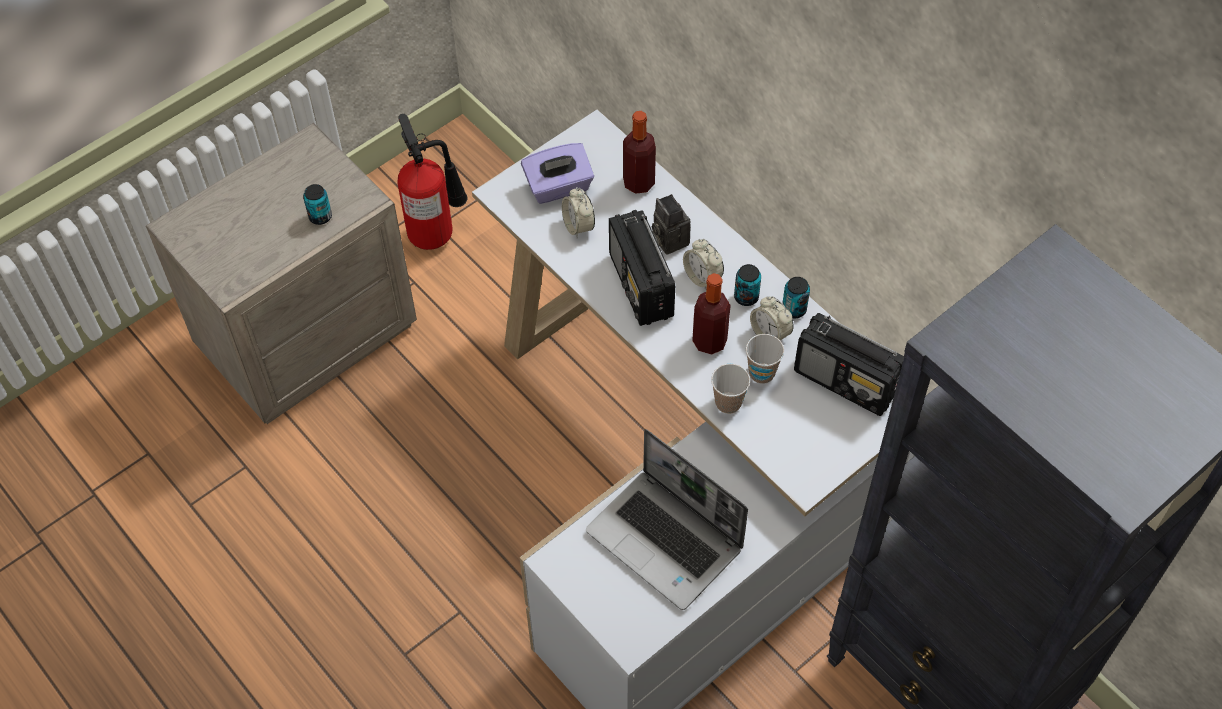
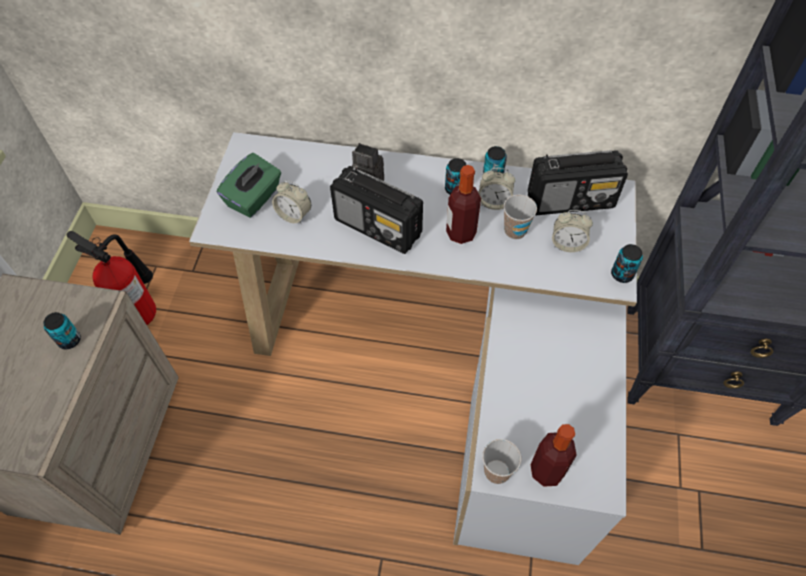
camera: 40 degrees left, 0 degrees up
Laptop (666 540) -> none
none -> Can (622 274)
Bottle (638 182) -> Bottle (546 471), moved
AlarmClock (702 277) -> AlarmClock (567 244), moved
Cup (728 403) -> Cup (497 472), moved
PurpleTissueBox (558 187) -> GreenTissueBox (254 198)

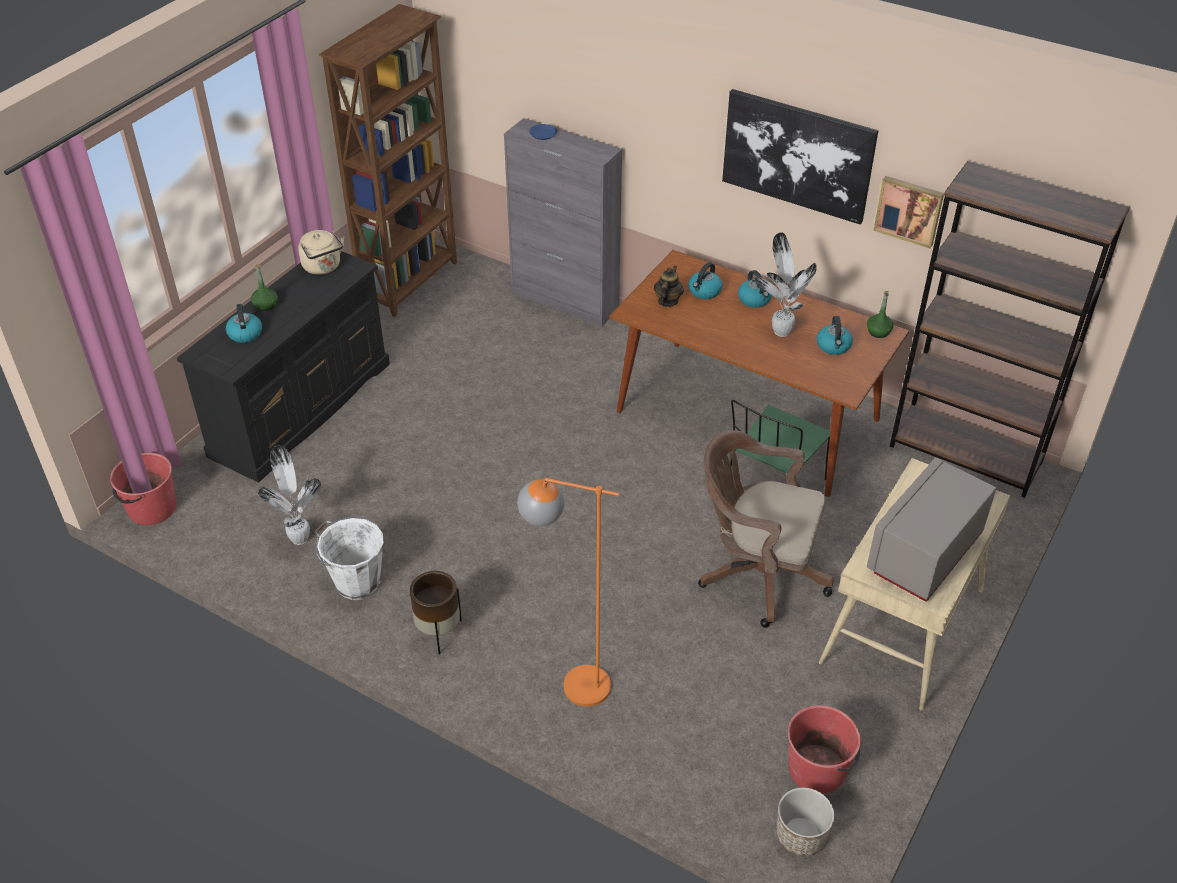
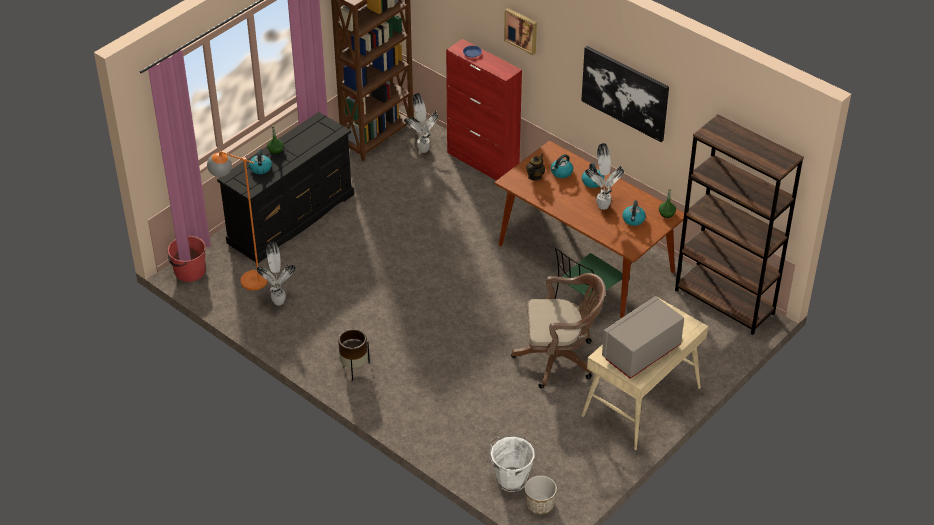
camera: 10 degrees right, 0 degrees up
BeigeKettle (323 267) -> none
RedBucket (817 769) -> none
none -> PottedPlant (423 149)
WhiteBucket (356 582) -> WhiteBucket (510 479), moved
OrangeFloorLamp (570 683) -> OrangeFloorLamp (245 278), moved
Picture (909 210) -> Picture (521 30), moved
GreyCabinet (565 301) -> RedCabinet (483 163)
BrownOfficeChair (756 573) -> BrownOfficeChair (560 359), 150 degrees clockwise

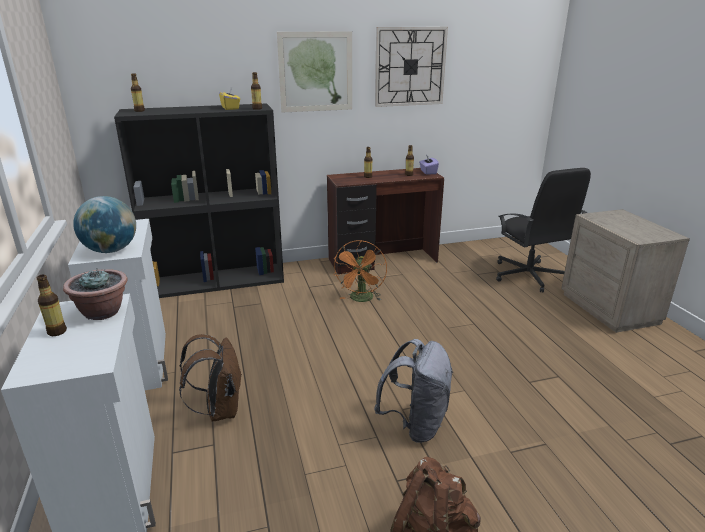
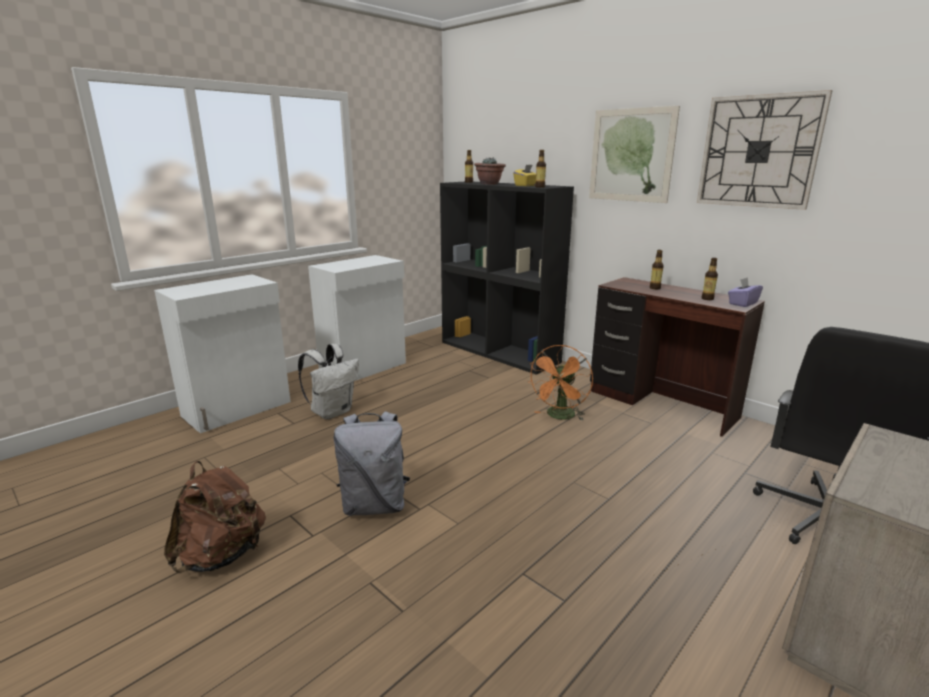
camera: 60 degrees right, 5 degrees down
Bottle (57 332) -> none
Globe (111 250) -> none
PottedPlant (103 312) -> PottedPlant (489 184), moved
BrownBackpack (220 410) -> WhiteBackpack (332 412)
OrangeFan (361 299) -> OrangeFan (559 416), 45 degrees counterclockwise

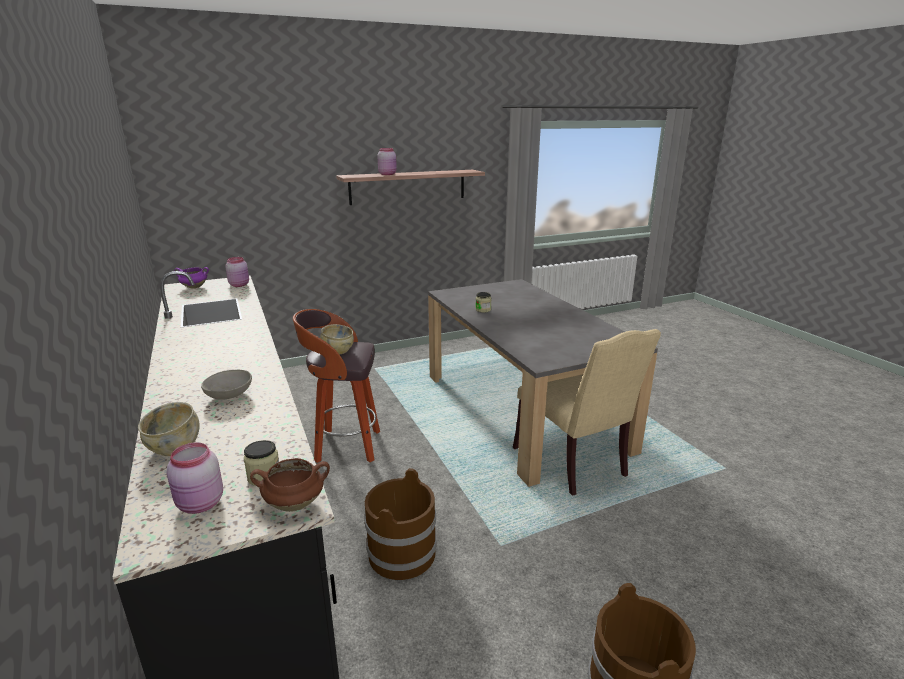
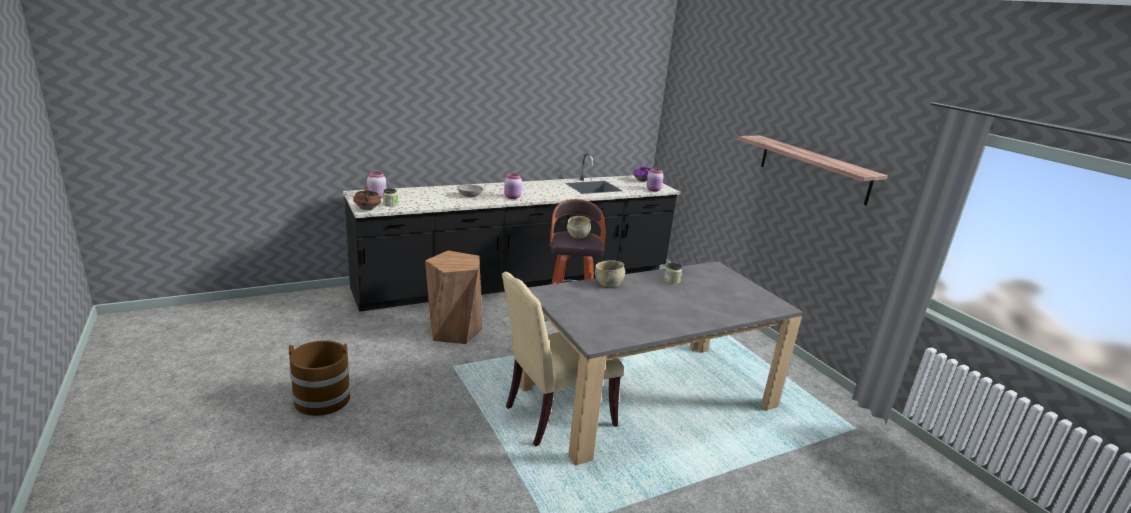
camera: 85 degrees right, 0 degrees up
BeigeBowl (174 447) -> BeigeBowl (608 283), moved
PinkJar (388 174) -> PinkJar (512 197), moved
BrownBucket (402 553) -> BrownStool (454 331)

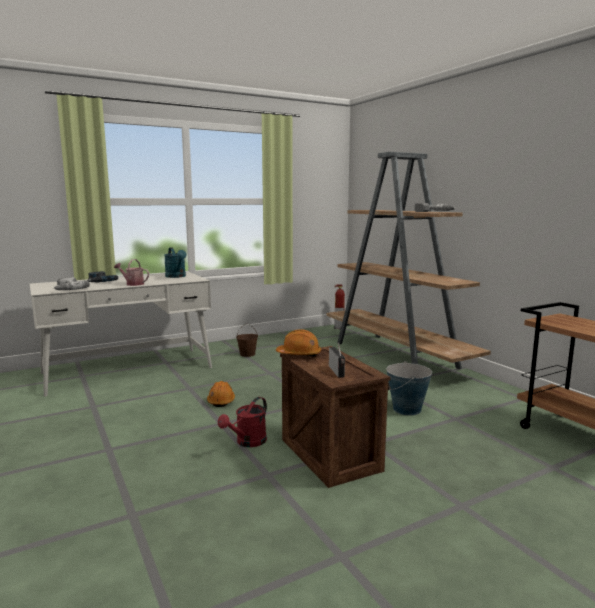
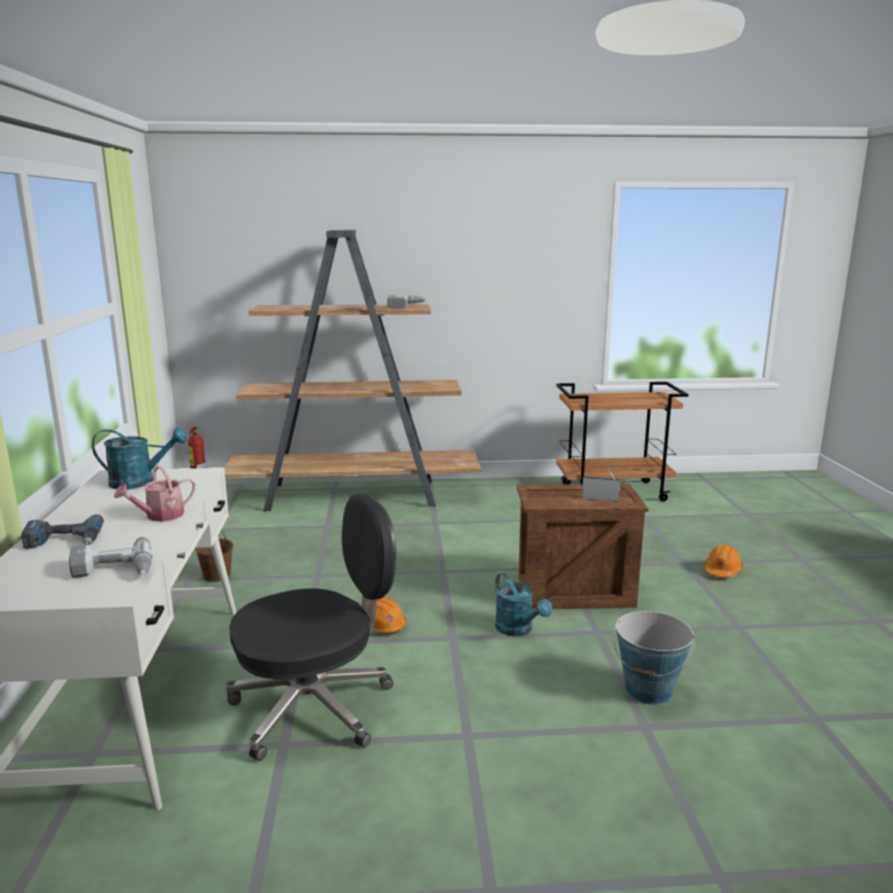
camera: 65 degrees left, 5 degrees up
none -> BlackOfficeChair (315 707)
OrangeHardHat (299 354) -> OrangeHardHat (722 571), moved
Bucket (407 409) -> Bucket (649 690), moved
RedWateringCan (247 442) -> TurquoiseWateringCan (518 630)

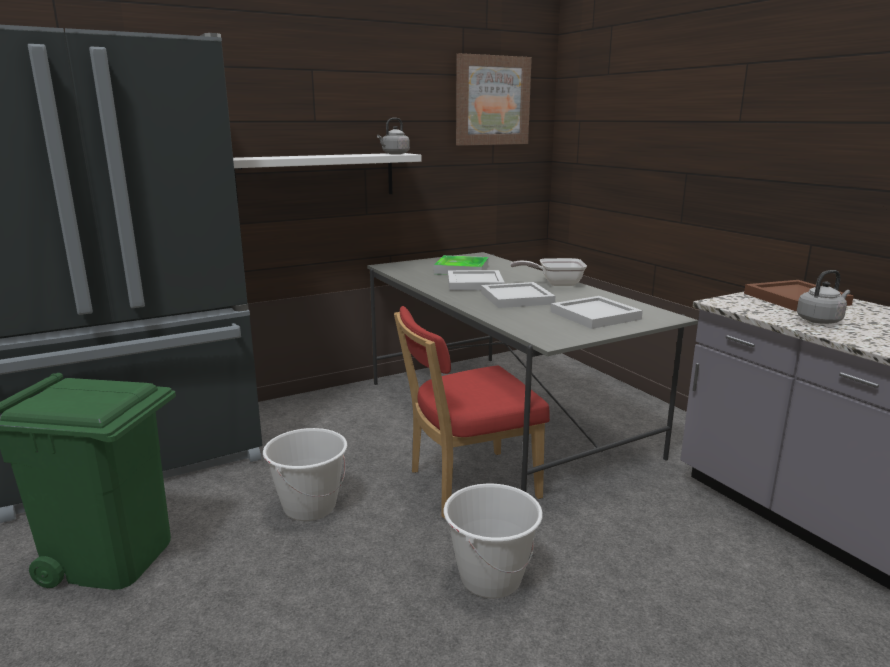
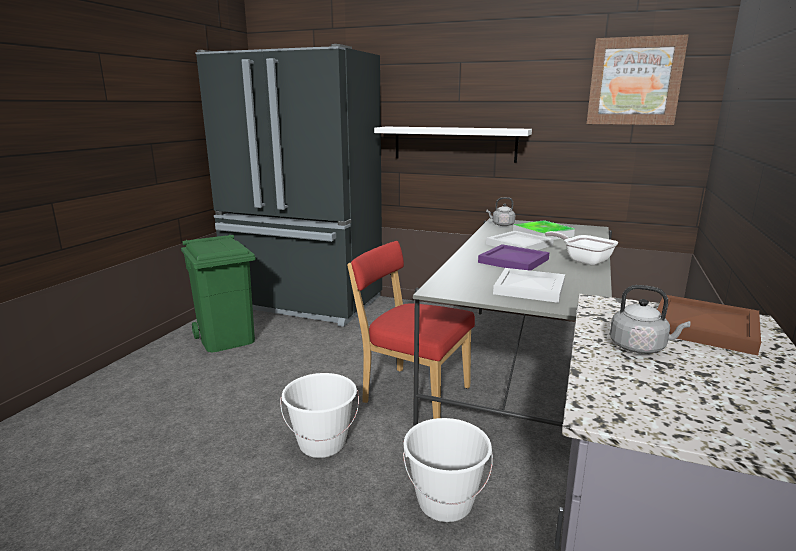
camera: 50 degrees right, 0 degrees up
WhiteBucket (309 507) -> WhiteBucket (445 502), moved
GreyKettle (394 153) -> GreyKettle (501 225), moved
WhiteTray (516 298) -> PurpleTray (512 261)

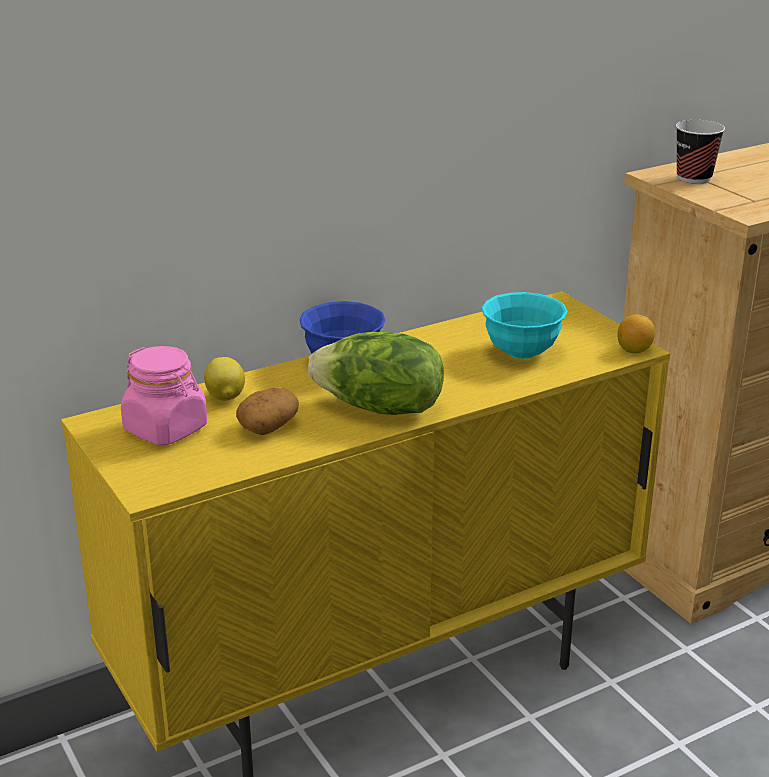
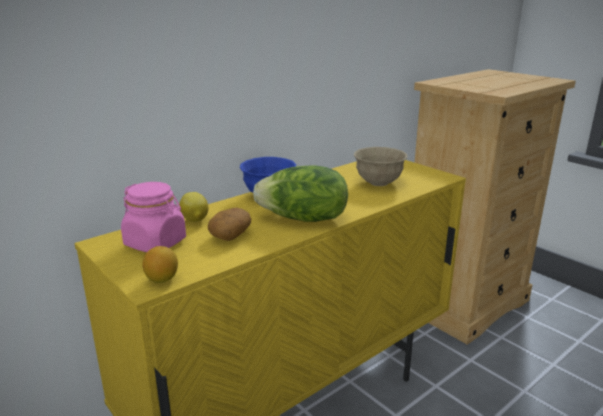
camera: 10 degrees left, 5 degrees down
Cup (694 178) -> none
Lemon (634 350) -> Lemon (162 279), moved
TurquoiseBowl (521 352) -> BeigeBowl (378 183)

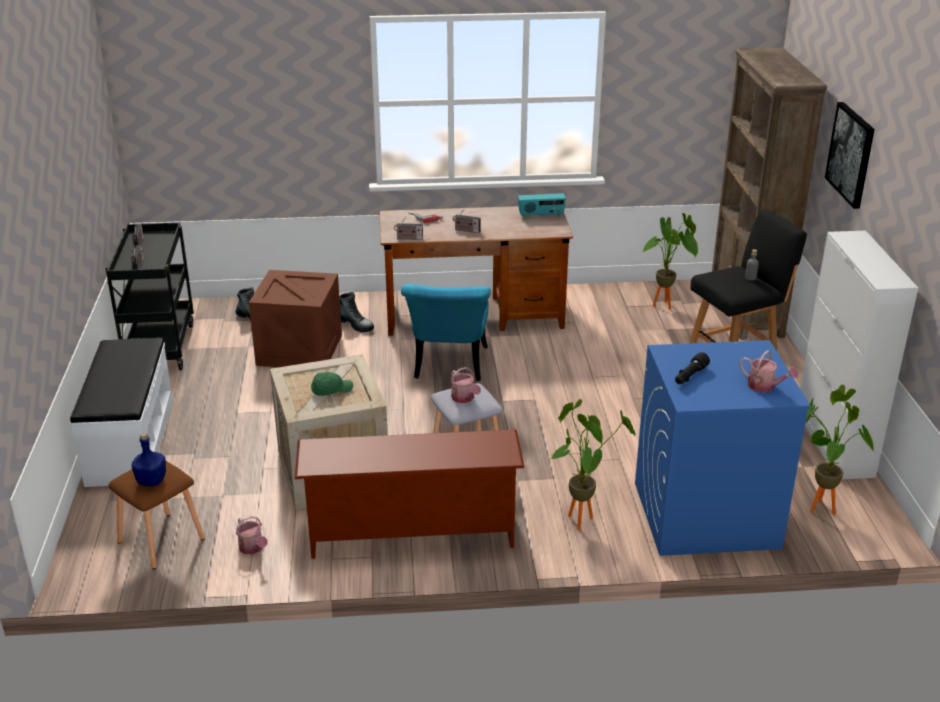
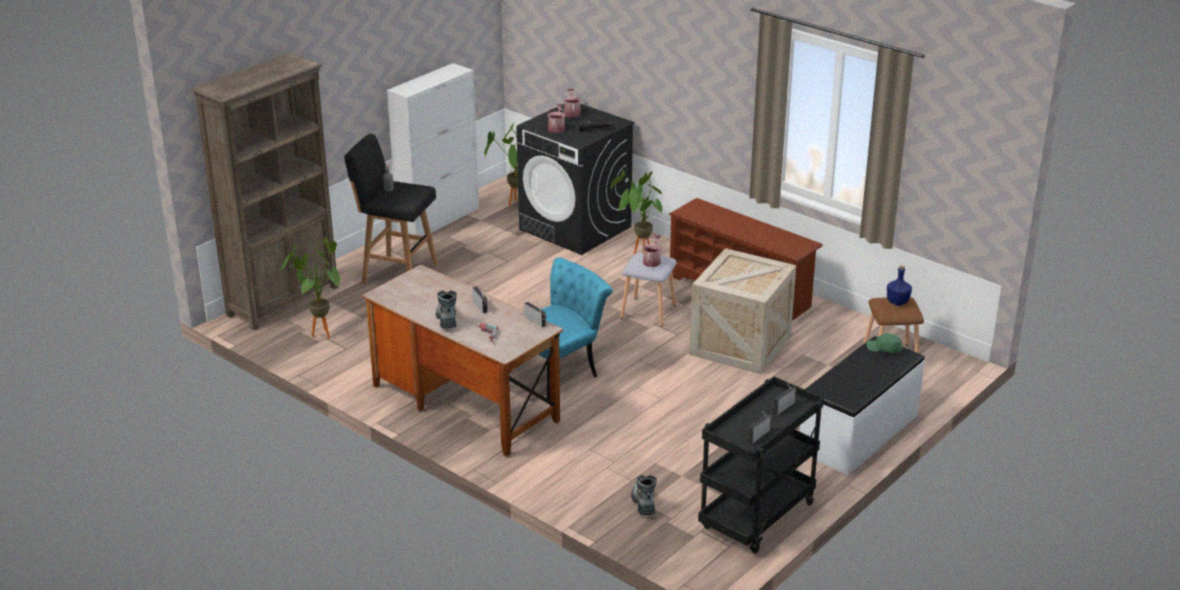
camera: 135 degrees left, 0 degrees up
Crate (299 350) -> none
Radio (541 215) -> none
Picture (851 154) -> none
WateringCan (253 548) -> WateringCan (557 128), moved
GreenCap (331 390) -> GreenCap (884 349), moved
Boot (355 325) -> Boot (447 319), moved
BlueWashingMachine (704 515) -> BlackWashingMachine (576 228)

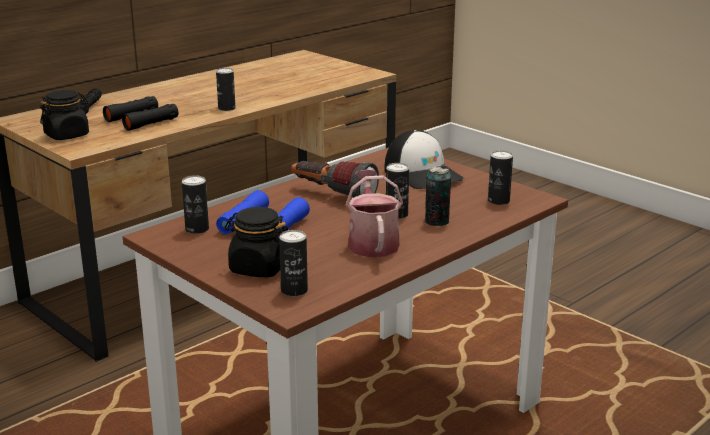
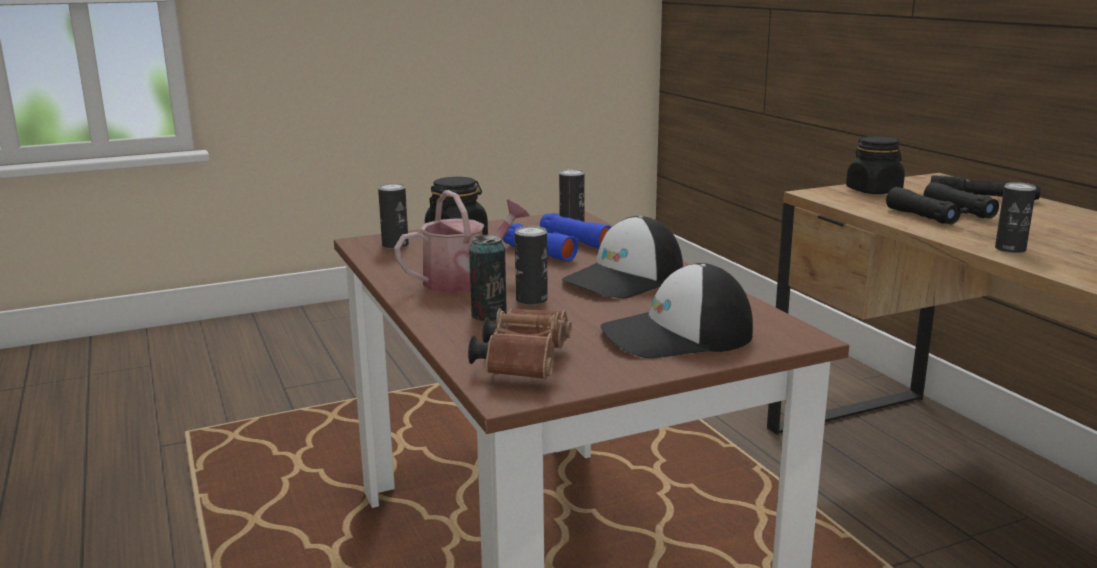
camera: 110 degrees right, 5 degrees down
Flashlight (332 195) -> Cap (625 279)
Can (498 201) -> BrownBinoculars (524 363)
WateringCan (372 242) -> WateringCan (464 280), 45 degrees counterclockwise

